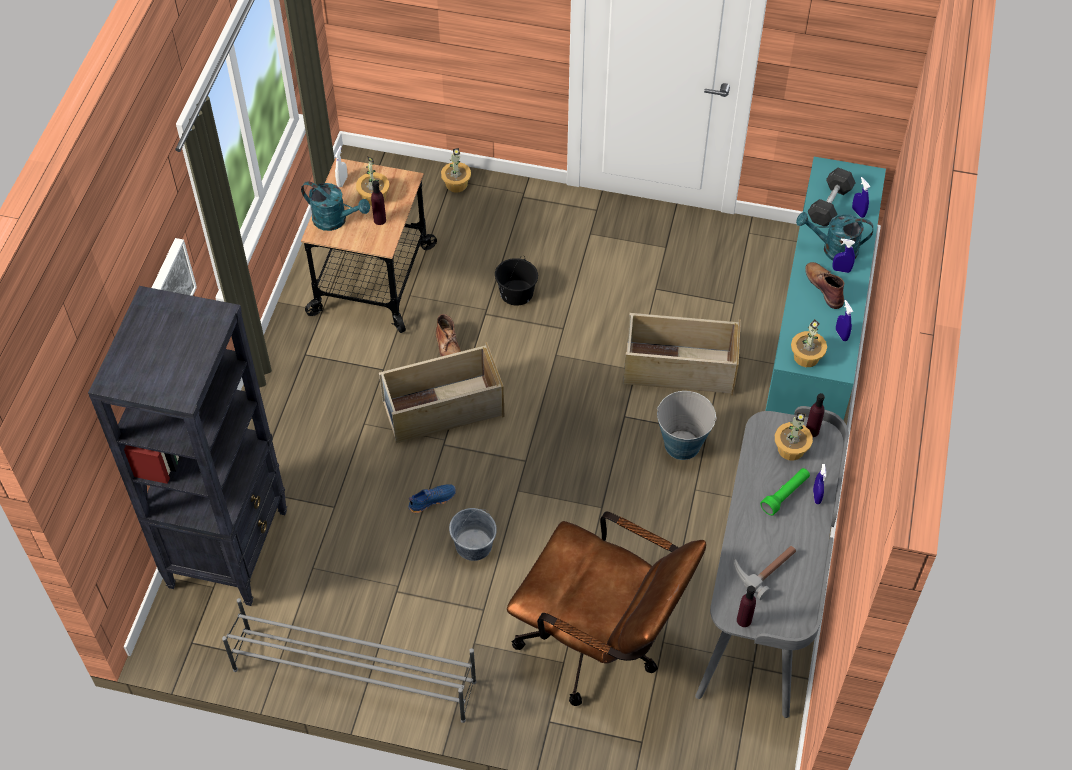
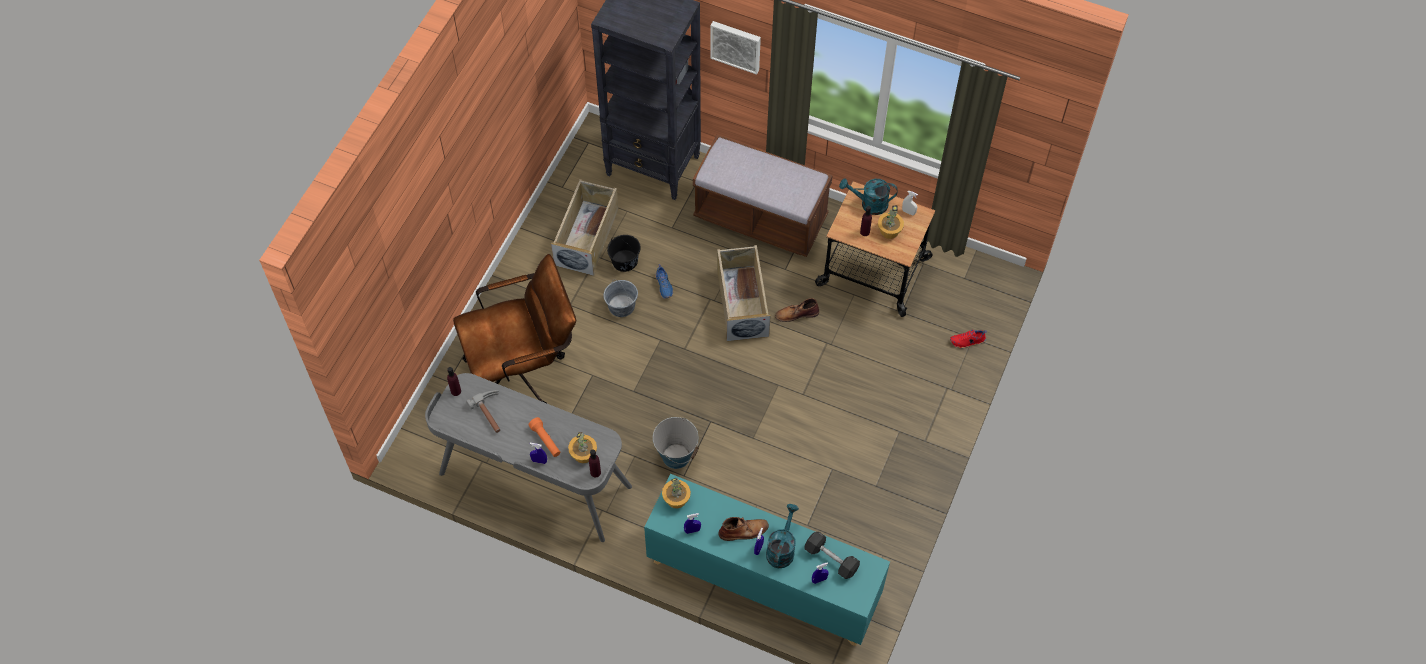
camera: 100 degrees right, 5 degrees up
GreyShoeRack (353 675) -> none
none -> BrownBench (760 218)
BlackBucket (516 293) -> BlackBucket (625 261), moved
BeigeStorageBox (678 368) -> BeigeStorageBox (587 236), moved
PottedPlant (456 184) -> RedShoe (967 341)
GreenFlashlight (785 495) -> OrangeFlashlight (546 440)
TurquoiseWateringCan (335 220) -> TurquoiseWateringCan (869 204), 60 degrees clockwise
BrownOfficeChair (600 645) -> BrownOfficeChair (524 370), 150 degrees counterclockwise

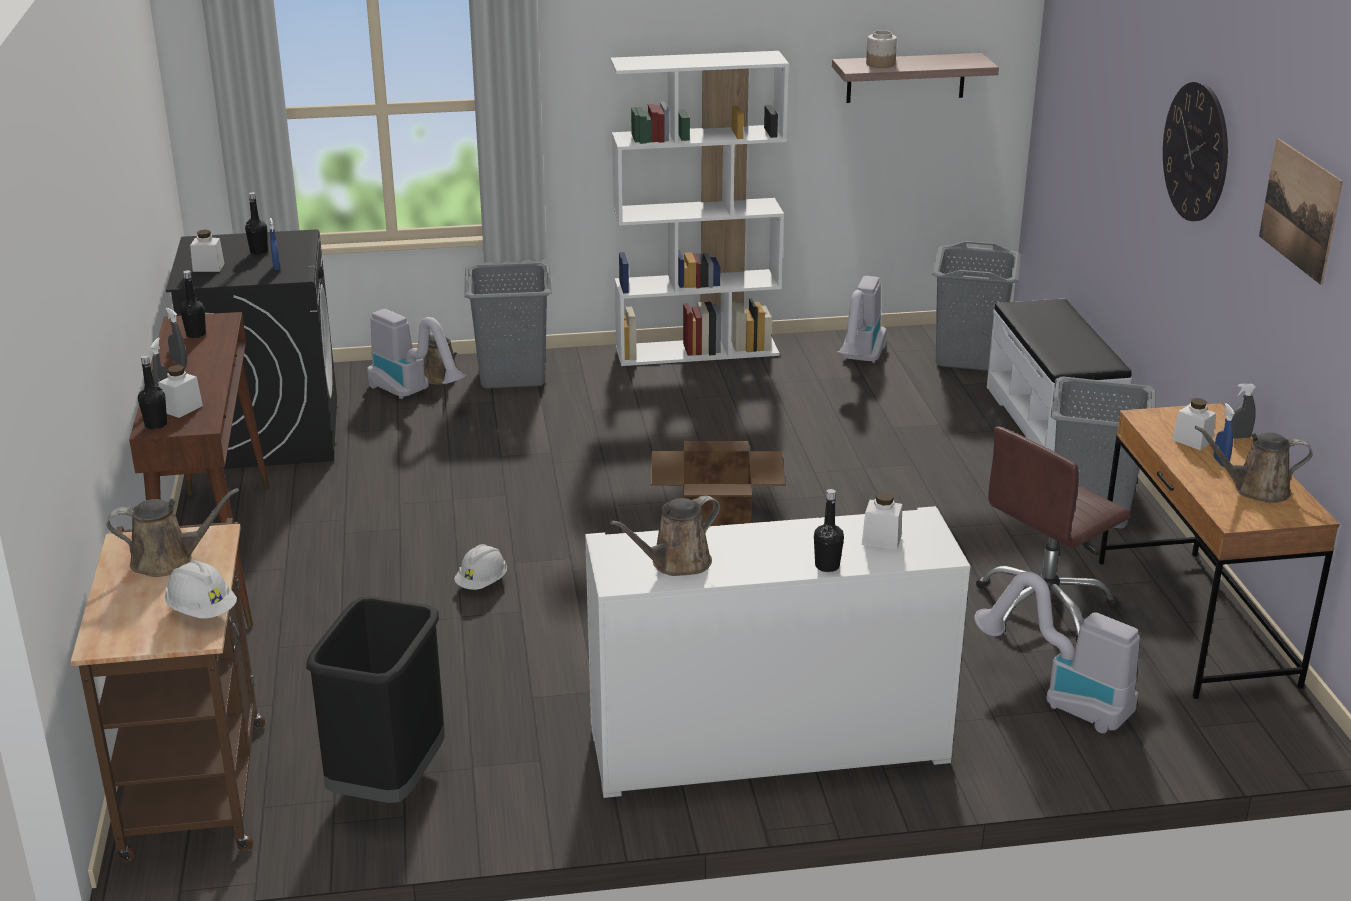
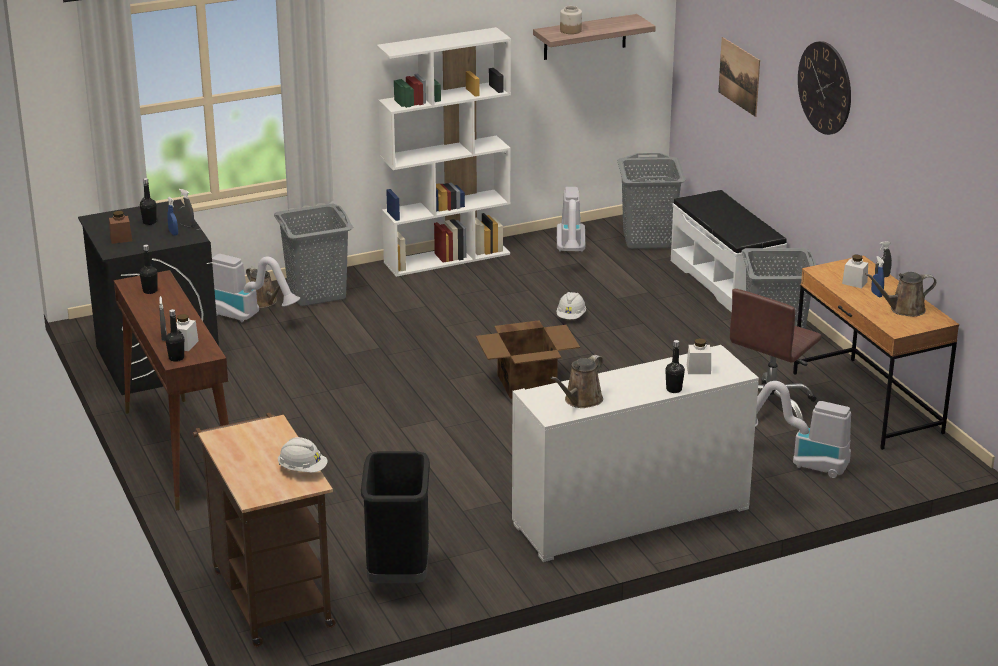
camera: 15 degrees left, 0 degrees up
BrownWateringCan (168 560) -> none
GreySprayBottle (179 362) -> GreySprayBottle (187 225), moved
WhiteHardHat (482 583) -> WhiteHardHat (571 316), moved
Picture (1300 209) -> Picture (739 76), moved
WhiteJar (208 267) -> BrownJar (121 239)

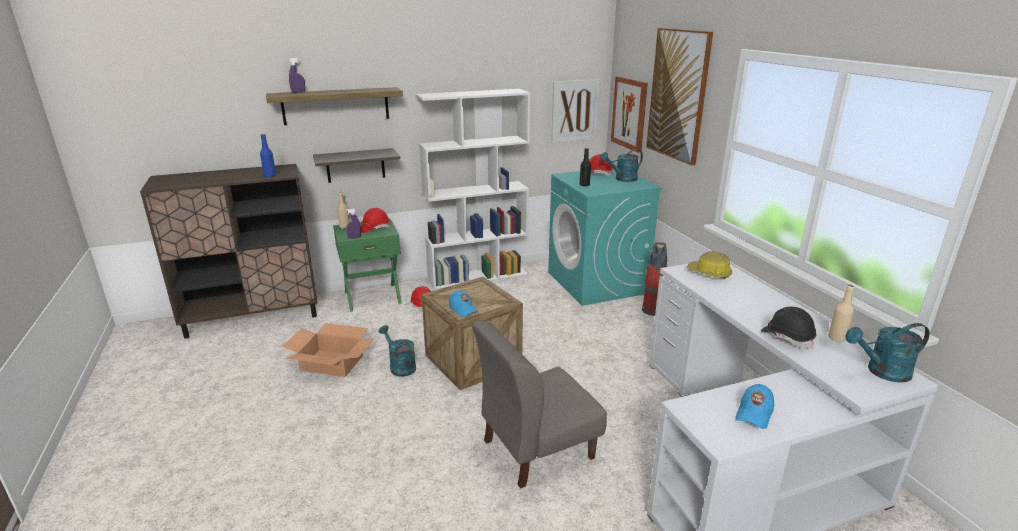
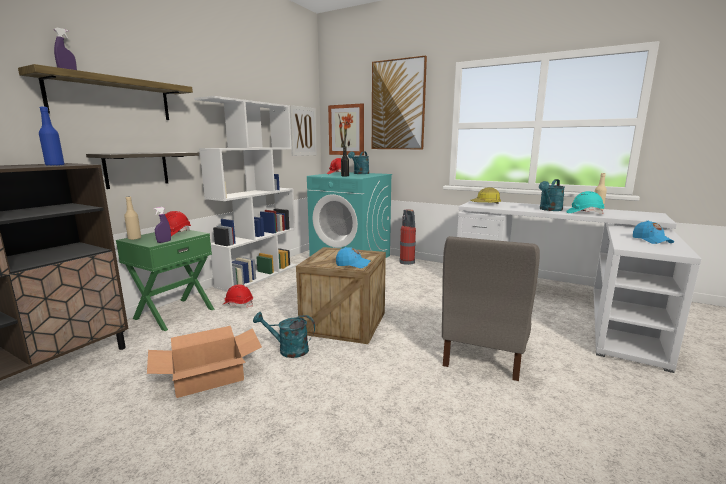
camera: 40 degrees left, 10 degrees down
TurquoiseWateringCan (882 372) -> TurquoiseWateringCan (549 210), moved
BlackHardHat (787 337) -> TurquoiseHardHat (584 213)

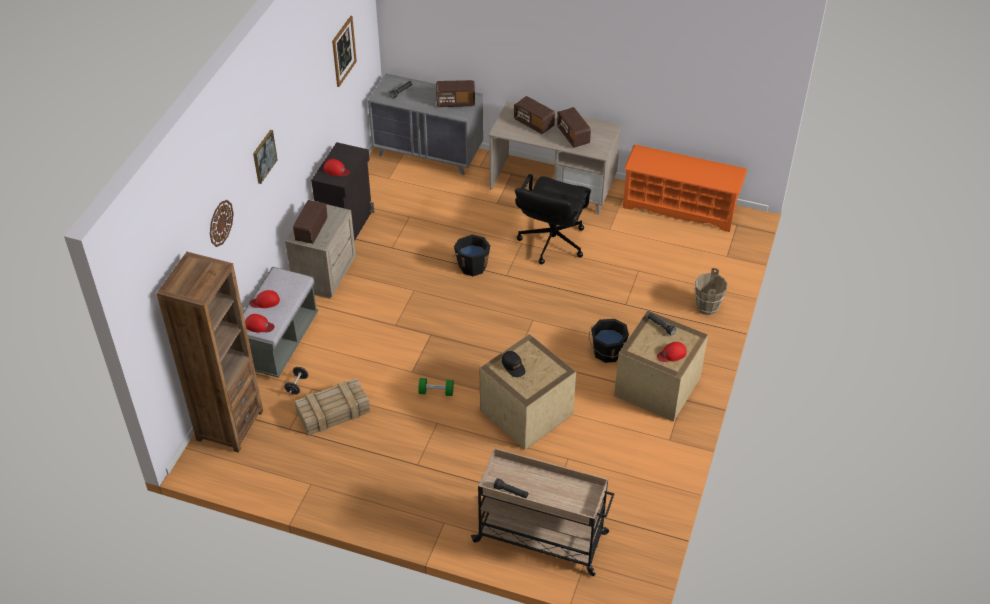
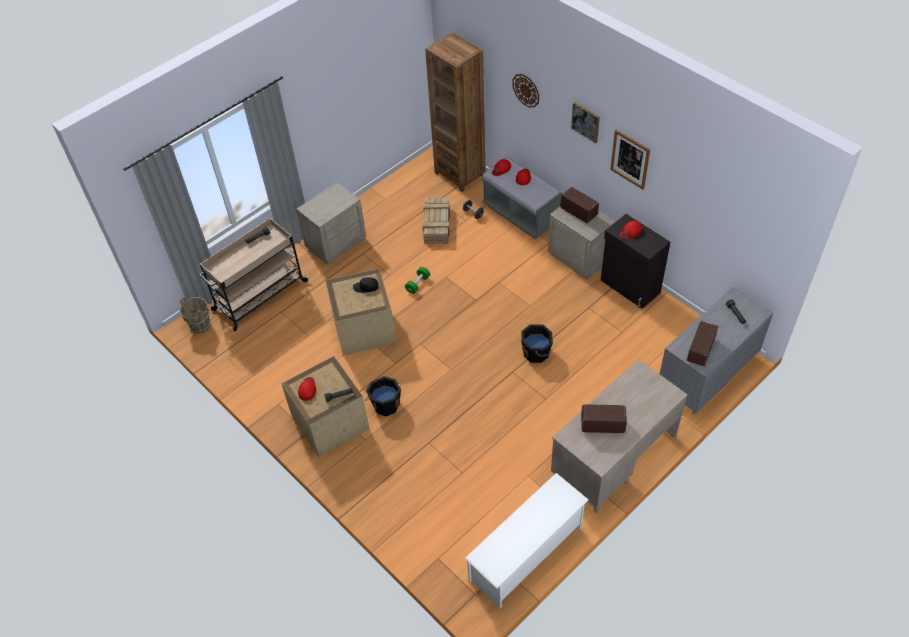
camera: 120 degrees right, 5 degrees up
Radio (534 123) -> none
BlackOfficeChair (551 242) -> none
none -> BeigeNightstand (335 243)
Picture (343 51) -> Picture (630 159), moved
BrownBucket (706 307) -> BrownBucket (200 325), moved
OrangeShoeRack (680 207) -> WhiteShoeRack (526 554)

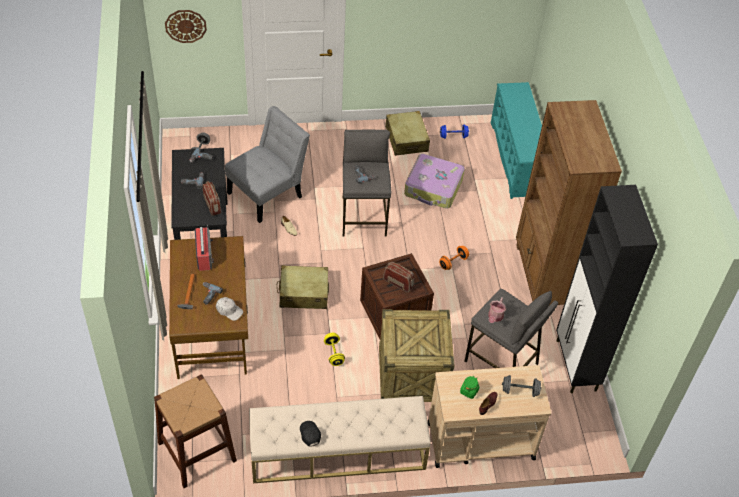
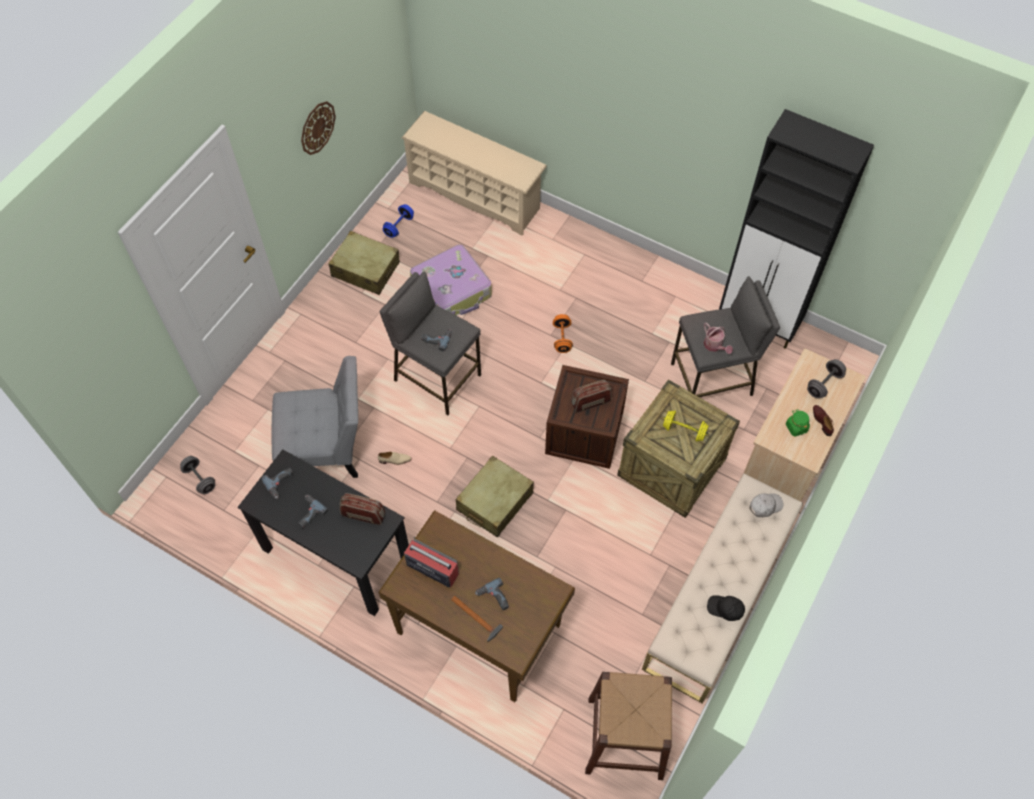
camera: 50 degrees left, 10 degrees up
BrownBookcase (544 277) -> none
WallClock (185 26) -> WallClock (317 127), moved
WhiteCap (229 310) -> WhiteCap (765 506), moved
YellowDumbbell (334 353) -> YellowDumbbell (684 430), moved
TurquoiseShoeRack (516 159) -> BeigeShoeRack (476 195)
GreyChair (268 193) -> GreyChair (326 448), 90 degrees clockwise

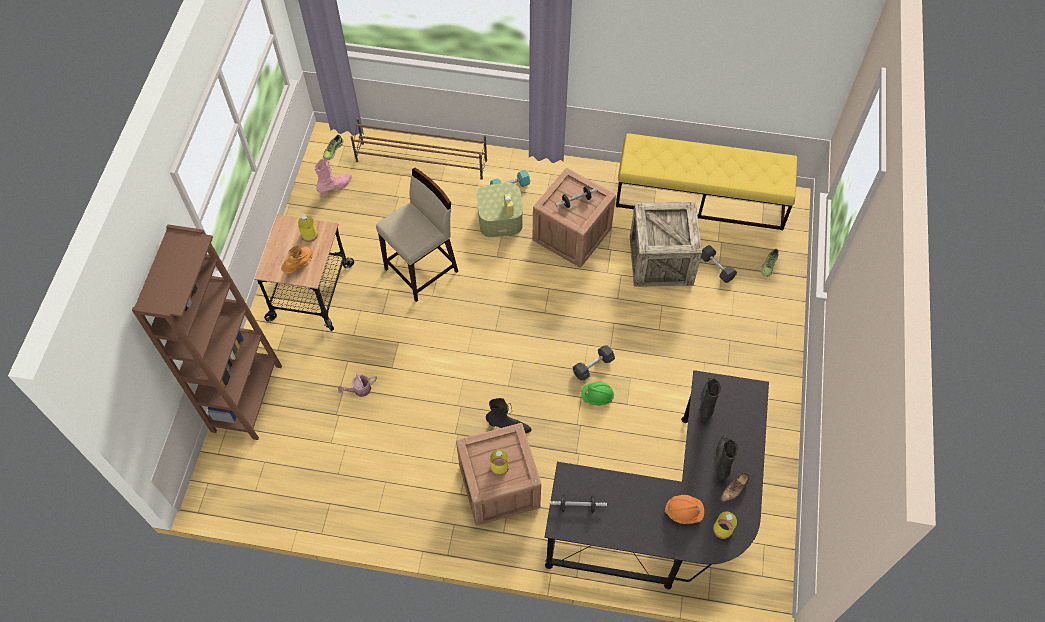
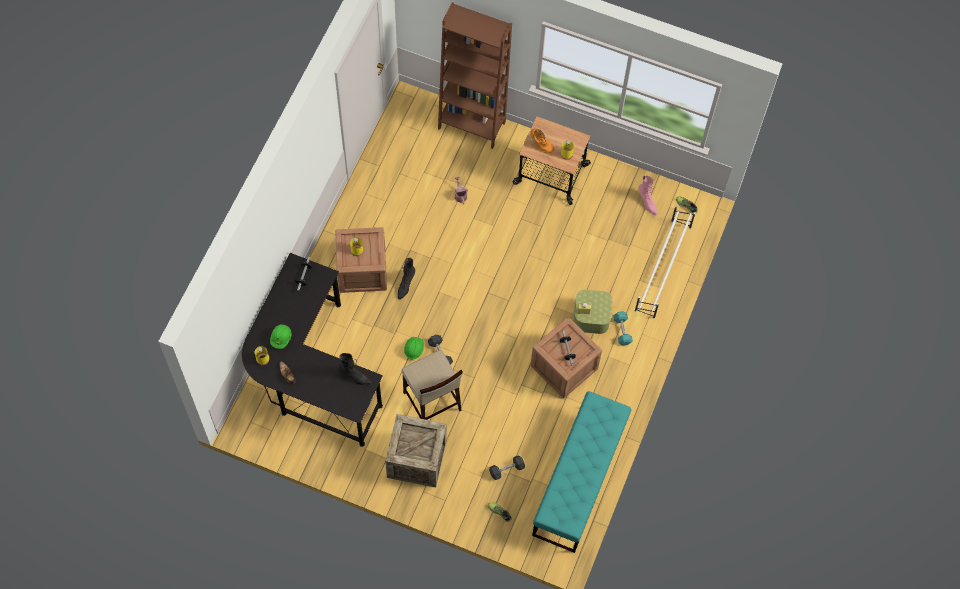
camera: 100 degrees right, 5 degrees up
BlackBoot (722 460) -> none
BeigeStool (422 270) -> BeigeStool (432 402), moved
Crate (661 261) -> Crate (416 459), moved
BrownShoeRack (422 161) -> WhiteShoeRack (662 269)
YellowBench (701 198) -> TurquoiseBench (579 479)
OrangeHardHat (684 512) -> GreenHardHat (281 338)

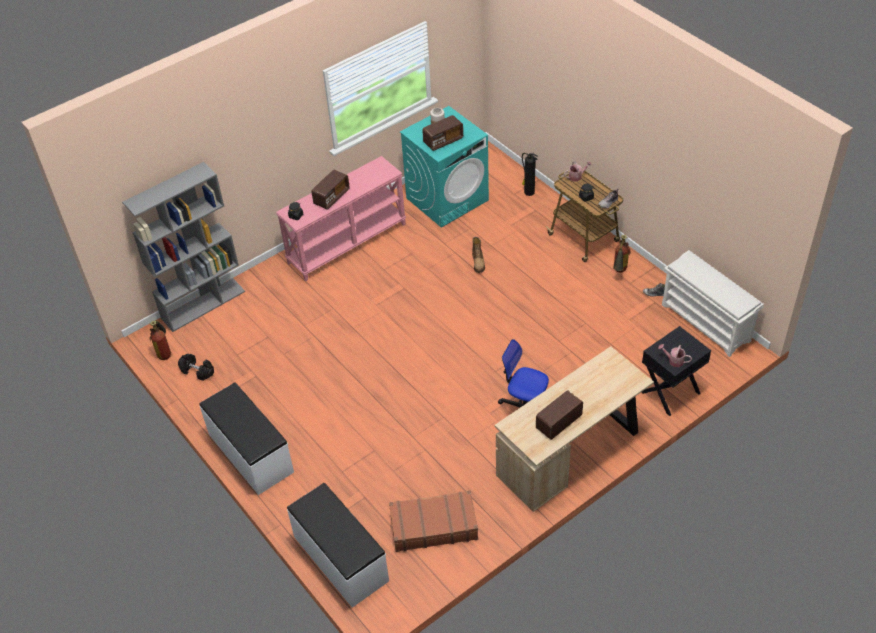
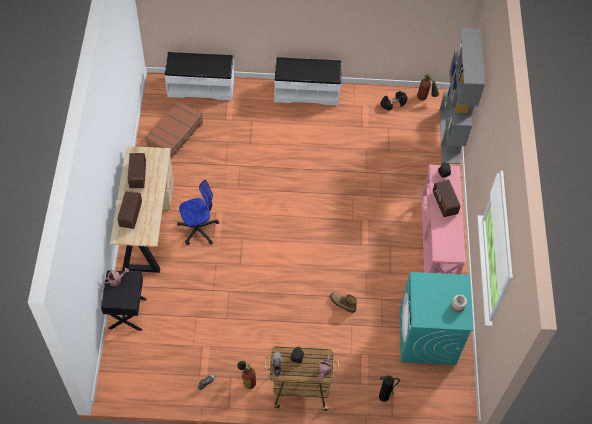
camera: 125 degrees right, 10 degrees up
WhiteShoeRack (706 323) -> none
Radio (443 141) -> Radio (131 215), moved

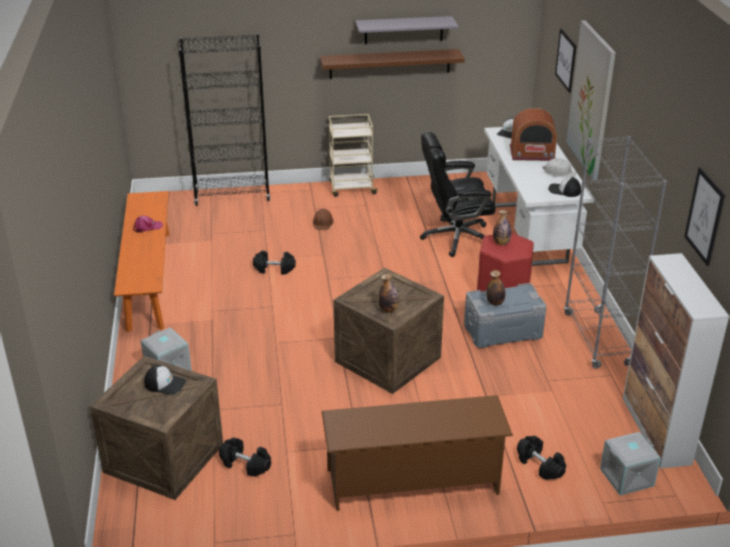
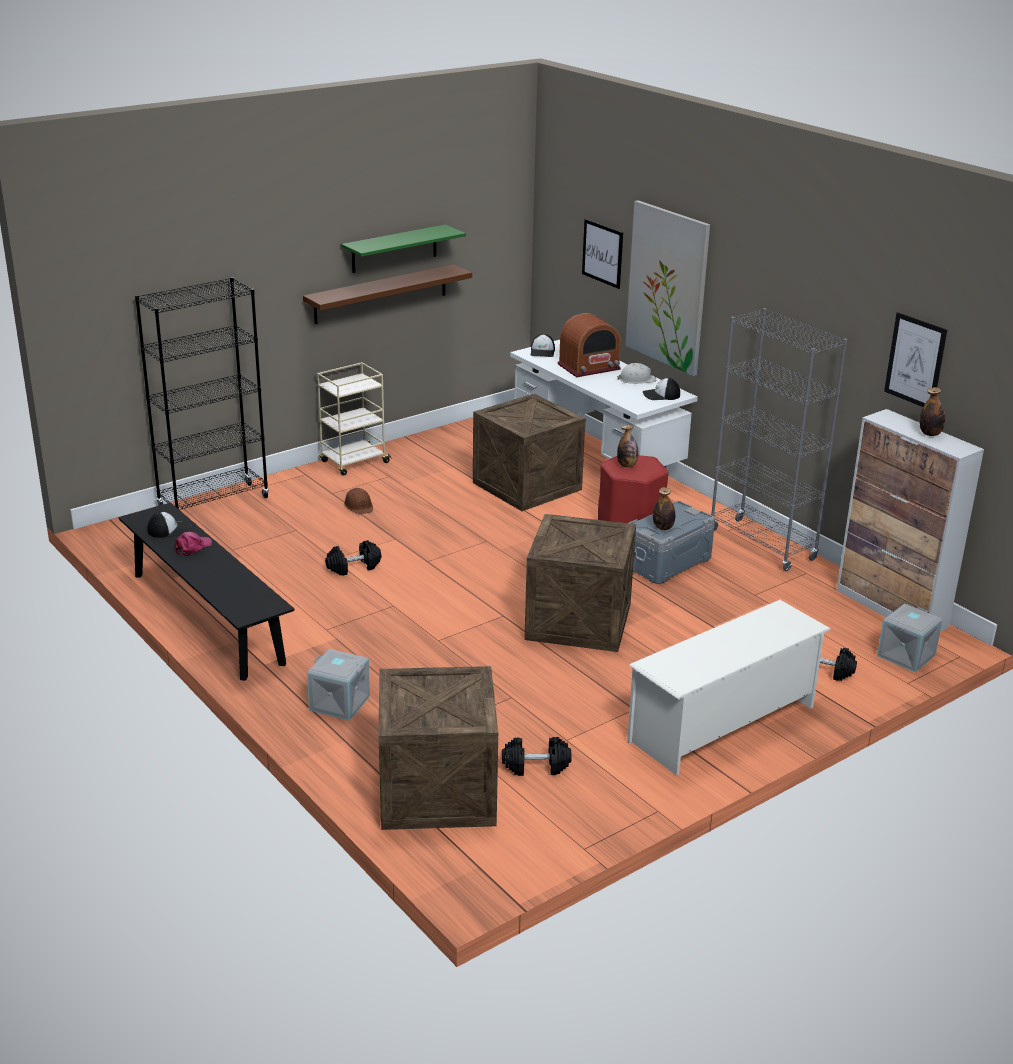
camera: 30 degrees left, 5 degrees down
Cap (165 384) -> Cap (169 530), moved
Bottle (388 309) -> Bottle (930 434), moved
BlackOfficeChair (455 238) -> Crate (525 486)
OrangeBench (149 279) -> BlackBench (206 618)
BrownShoeRack (413 482) -> WhiteShoeRack (723 724)
GreyShelf (403 30) -> GreenShelf (394 249)

